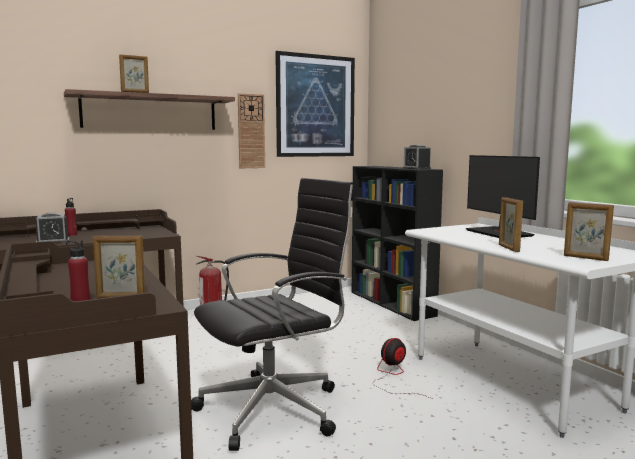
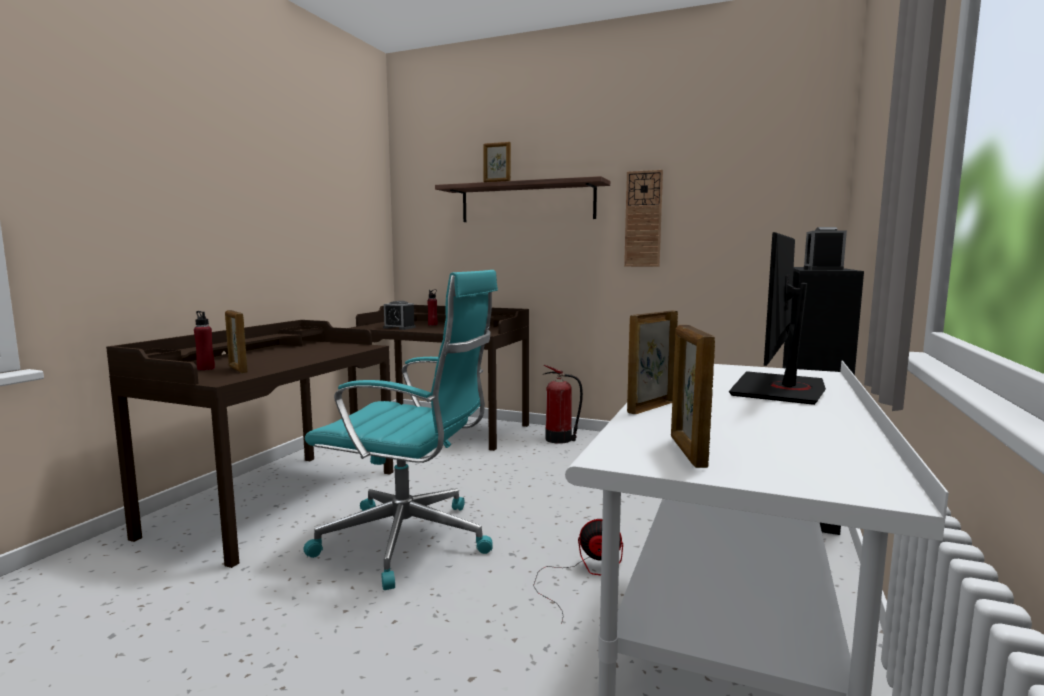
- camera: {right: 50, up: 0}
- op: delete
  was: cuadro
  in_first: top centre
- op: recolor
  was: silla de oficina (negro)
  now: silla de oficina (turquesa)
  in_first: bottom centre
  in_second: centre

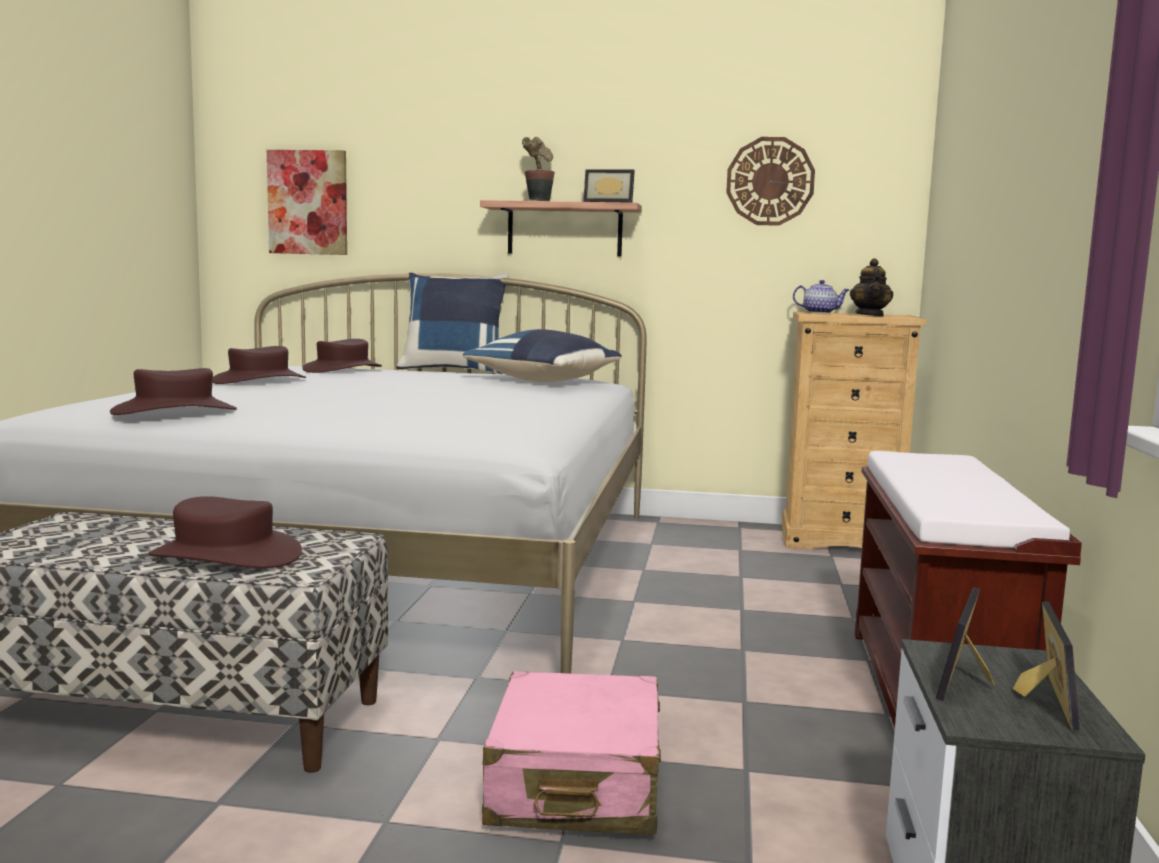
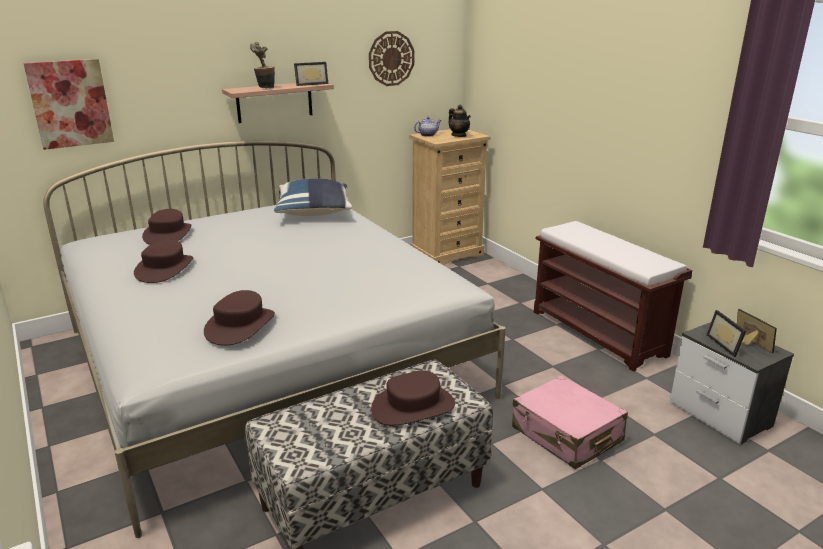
- camera: {right: -40, up: 15}
- op: delete
  was: cojín (azul) (1st from left)
  in_first: centre

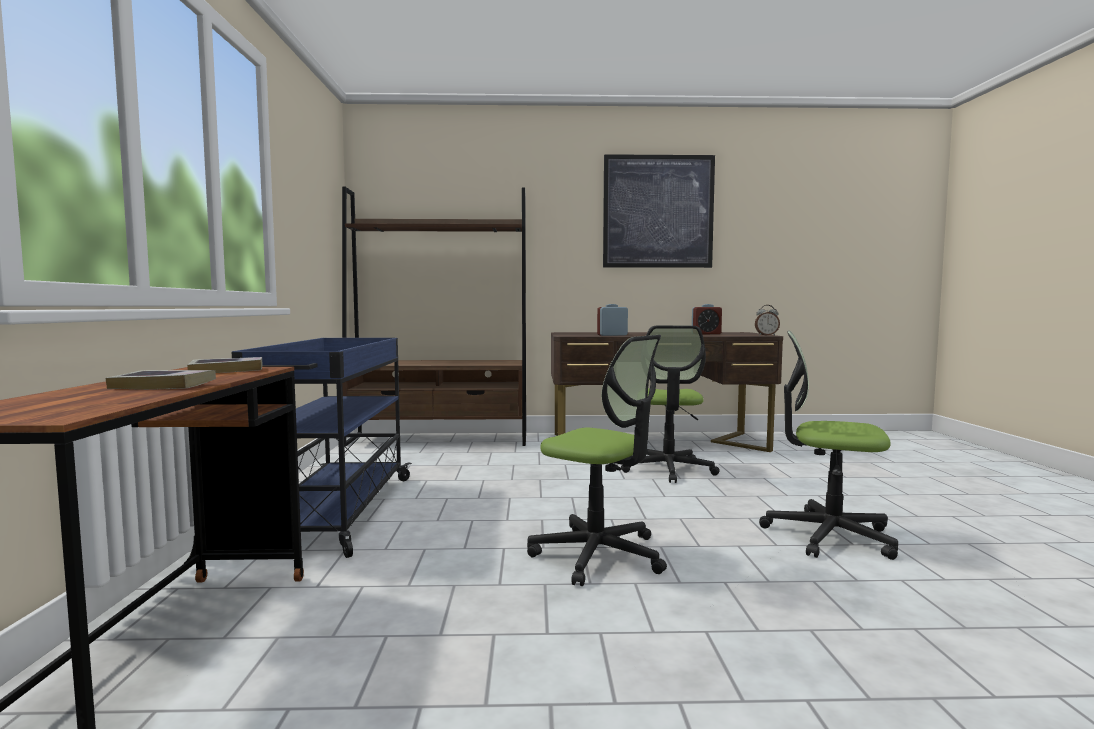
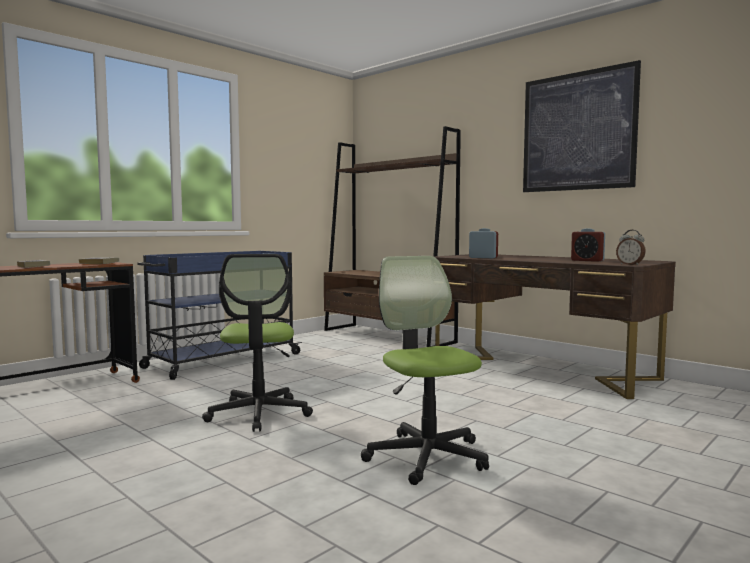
- camera: {right: 45, up: 0}
- op: delete
  was: silla de oficina (2nd from left)
  in_first: centre

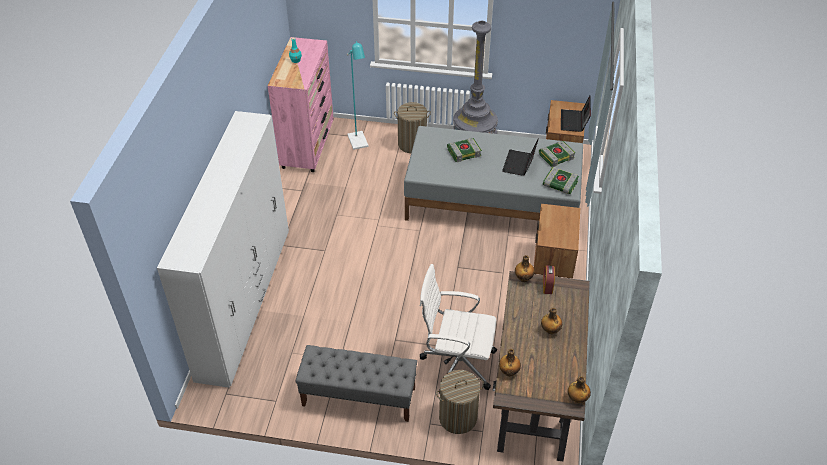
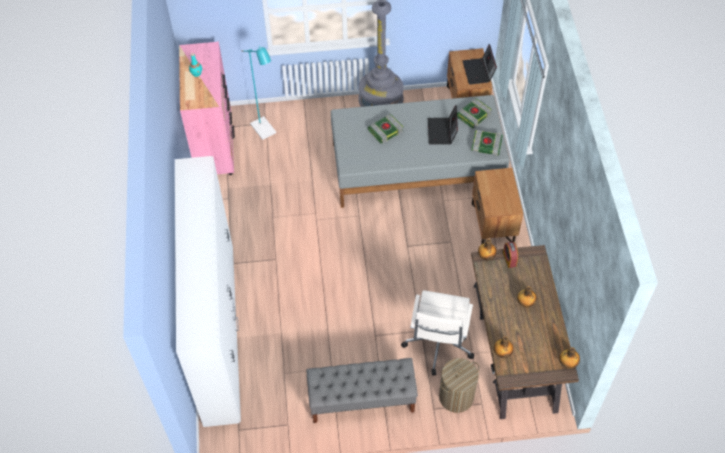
- camera: {right: -15, up: 10}
- op: delete
  was: cesto de la ropa (1st from left)
  in_first: top centre
- op: rotate
  was: silla de oficina (blanco)
  in_first: bottom centre
  in_second: bottom centre
  clockwise: -75

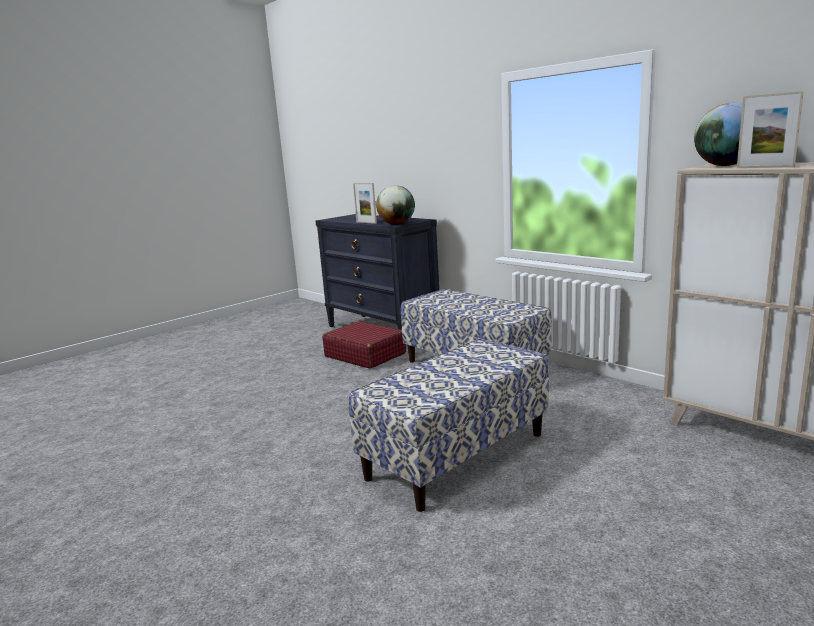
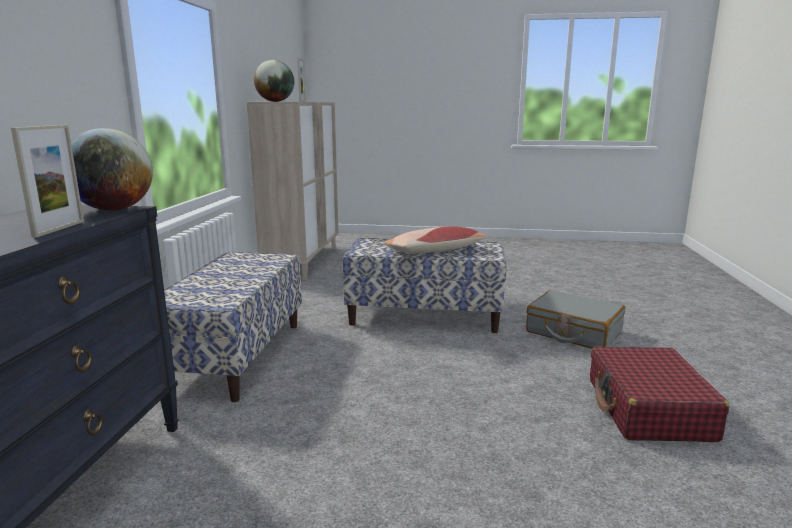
- camera: {right: -130, up: 0}
- op: move
  was: maleta (rojo)
  in_first: centre
  in_second: bottom right
- op: insert
  now: cojín
  in_second: centre
- op: insert
  now: maleta (gris)
  in_second: middle right

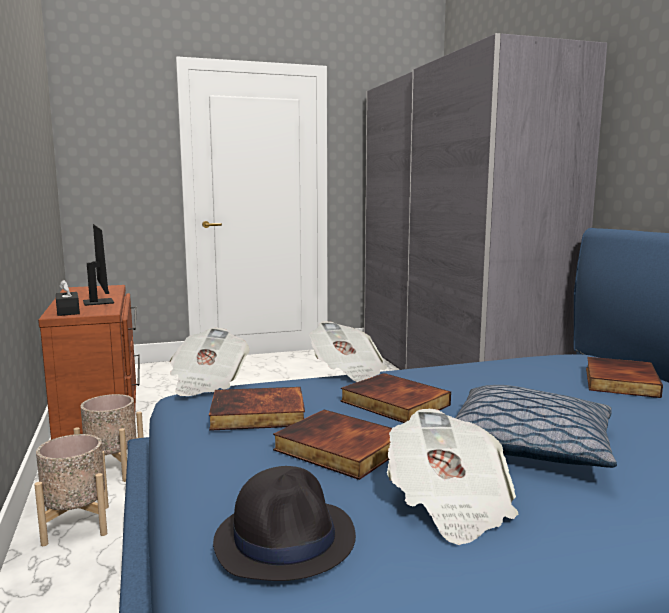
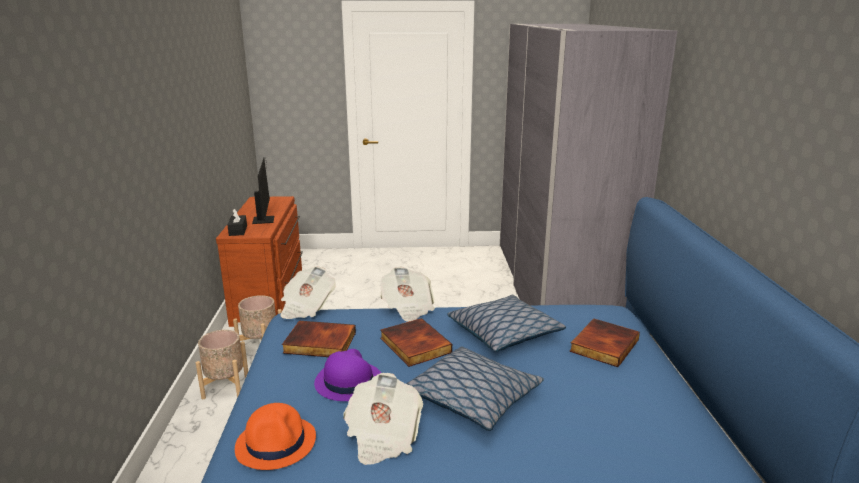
- camera: {right: 15, up: 10}
- op: replace
  was: libro (2nd from left)
  now: sombrero (morado)
  in_first: bottom centre
  in_second: bottom centre
- op: recolor
  was: sombrero (negro)
  now: sombrero (naranja)
  in_first: bottom centre
  in_second: bottom left
- op: insert
  now: cojín (2nd from left)
  in_second: bottom centre

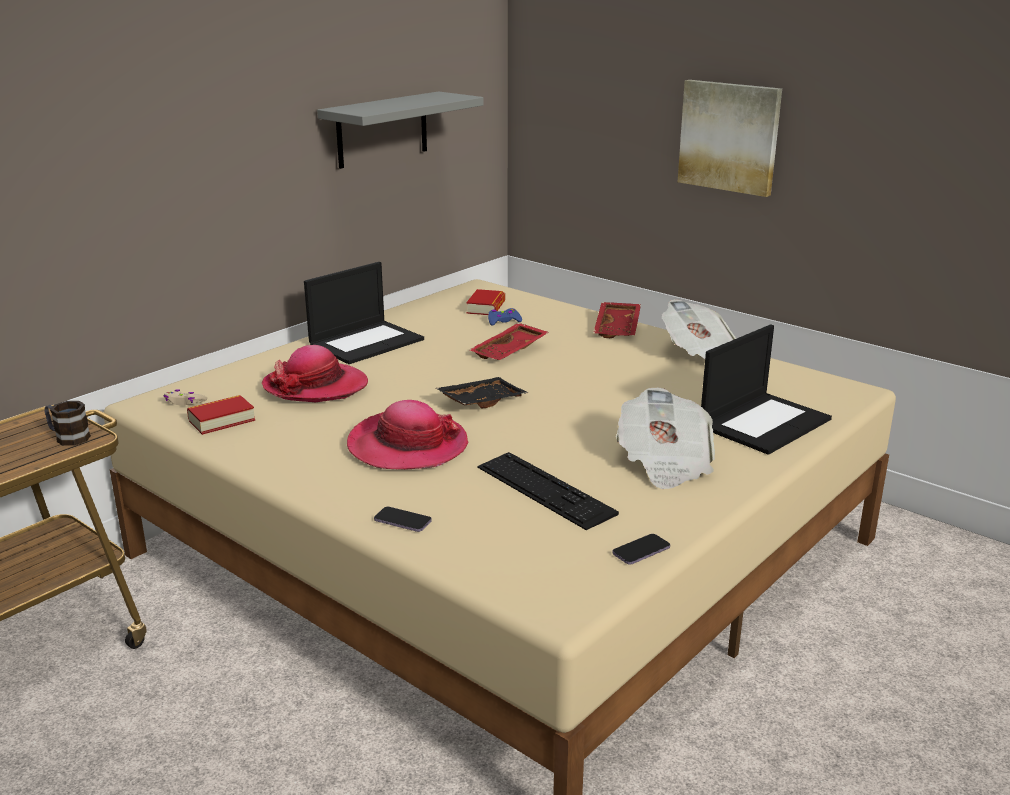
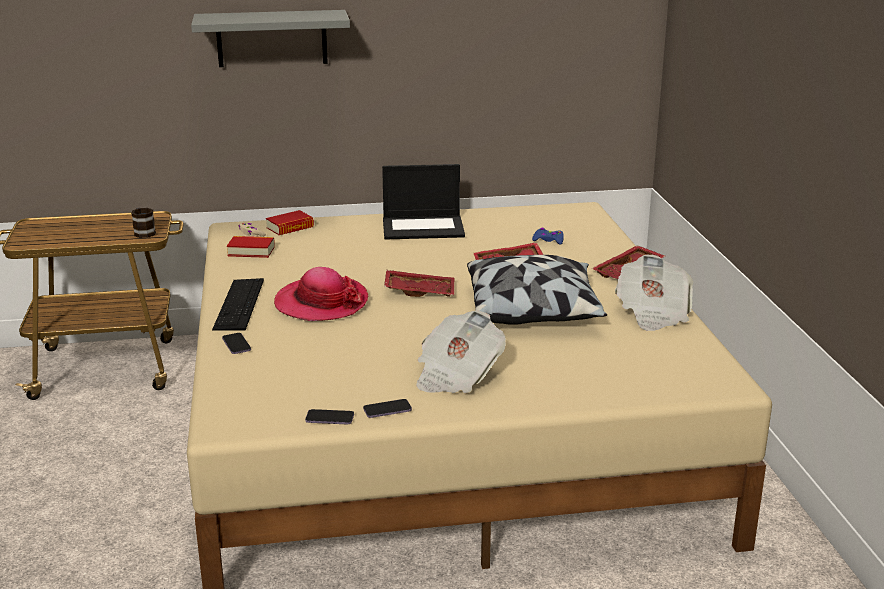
- camera: {right: 40, up: 0}
- op: delete
  was: cuadro
  in_first: top right
- op: move
  was: estante (gris)
  in_first: top centre
  in_second: top left
- op: move
  was: libro (2nd from left)
  in_first: centre
  in_second: middle left
- op: delete
  was: portátil (2nd from left)
  in_first: middle right
- op: delete
  was: sombrero (1st from left)
  in_first: middle left
- op: recolor
  was: bandeja (negro)
  now: bandeja (rojo) (1st from left)
  in_first: centre
  in_second: centre
- op: move
  was: teclado
  in_first: centre
  in_second: middle left
- op: insert
  now: cojín
  in_second: centre
- op: insert
  now: móvil (3rd from left)
  in_second: bottom centre

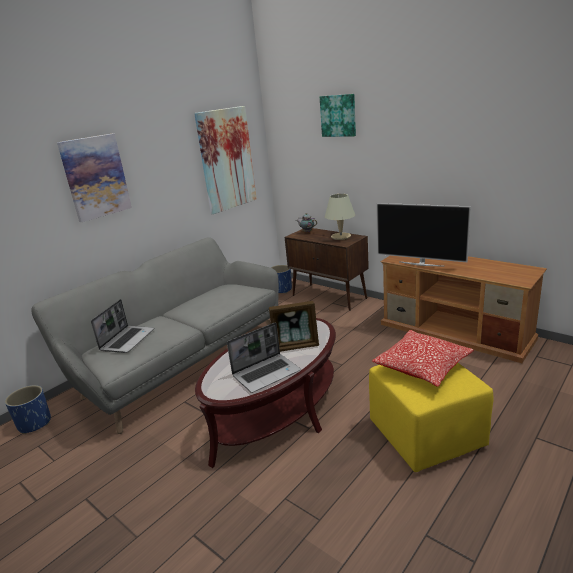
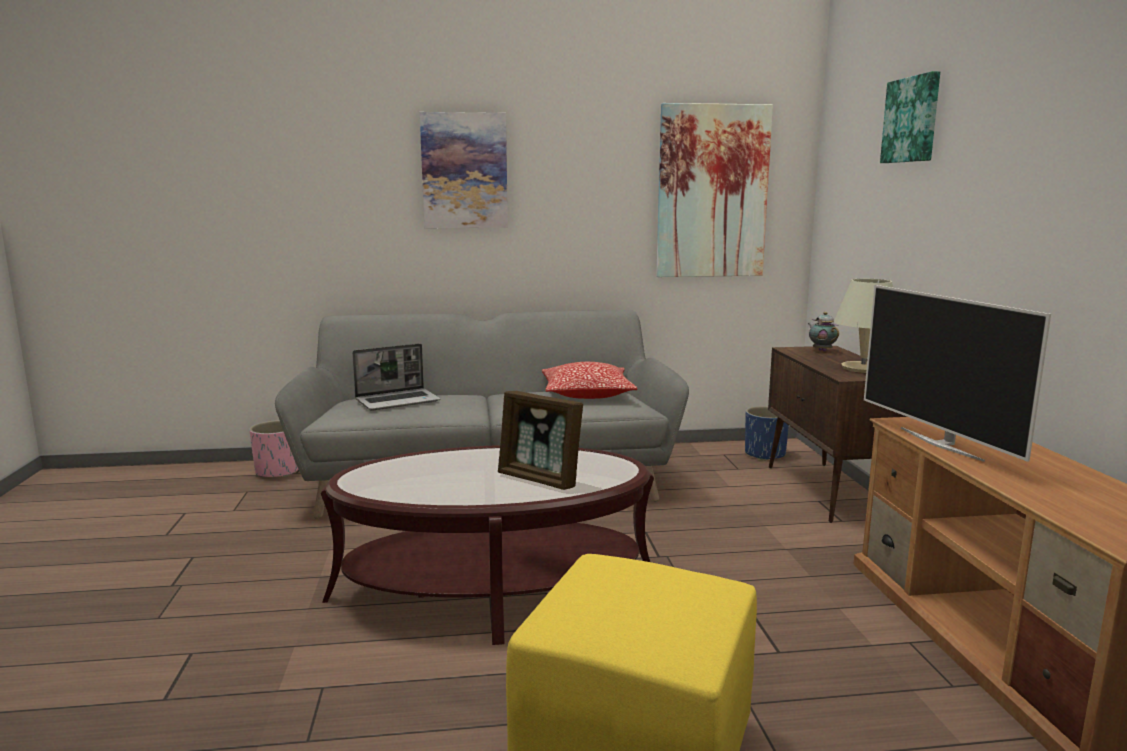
- camera: {right: 40, up: -10}
- op: delete
  was: portátil (2nd from left)
  in_first: centre
- op: move
  was: cojín
  in_first: middle right
  in_second: centre
- op: recolor
  was: maceta (azul) (1st from left)
  now: maceta (rosa)
  in_first: bottom left
  in_second: middle left

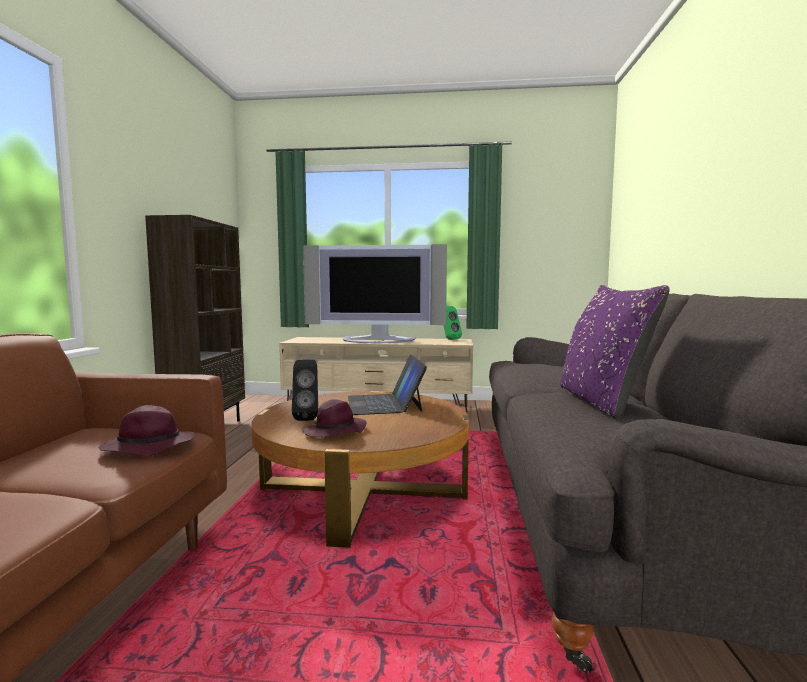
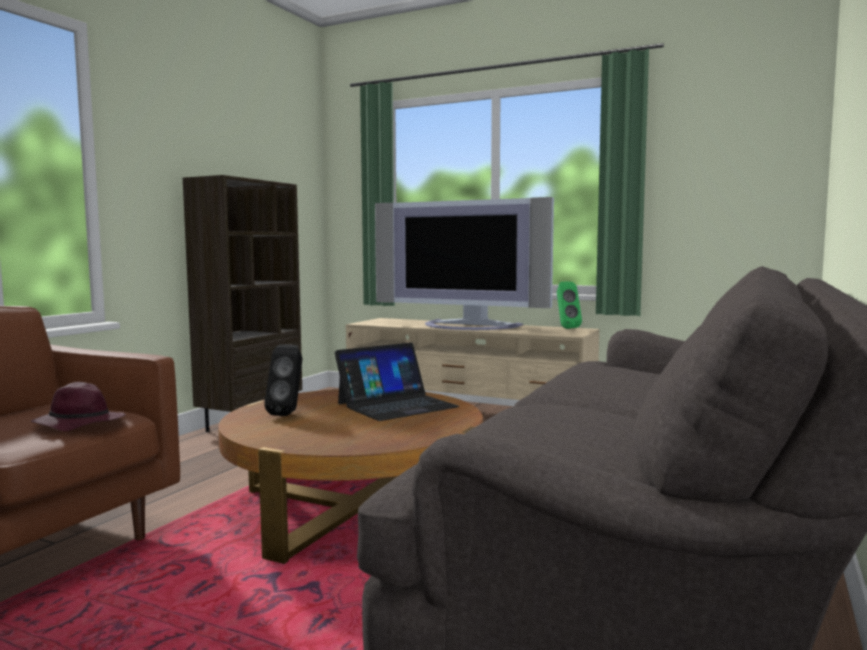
- camera: {right: 20, up: 0}
- op: delete
  was: cojín (morado)
  in_first: middle right
- op: rotate
  was: portátil
  in_first: centre
  in_second: centre
  clockwise: -135
- op: delete
  was: sombrero (morado) (2nd from left)
  in_first: centre

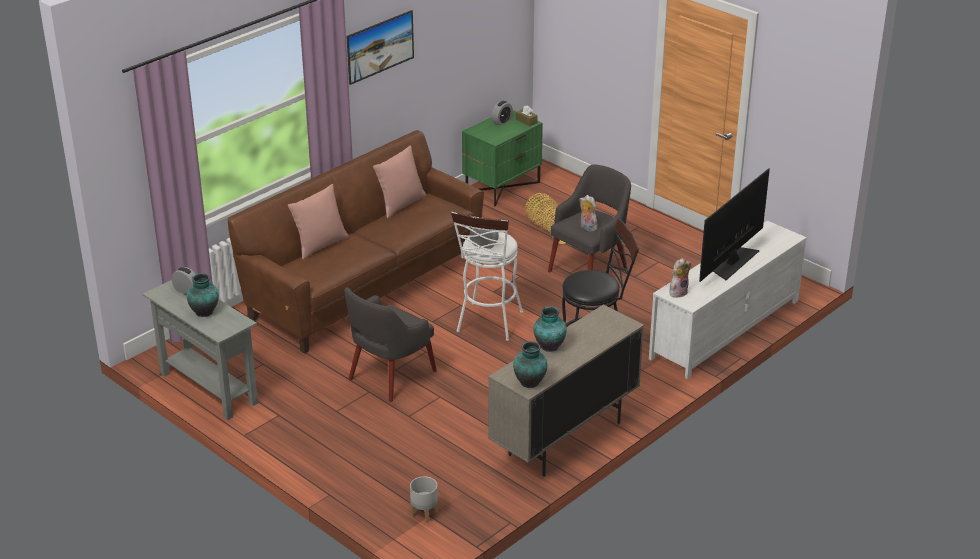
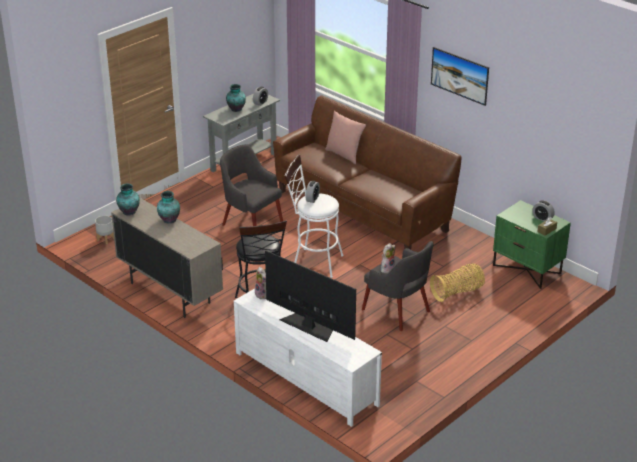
- camera: {right: 90, up: 0}
- op: delete
  was: cojín (rosa) (2nd from left)
  in_first: top centre

